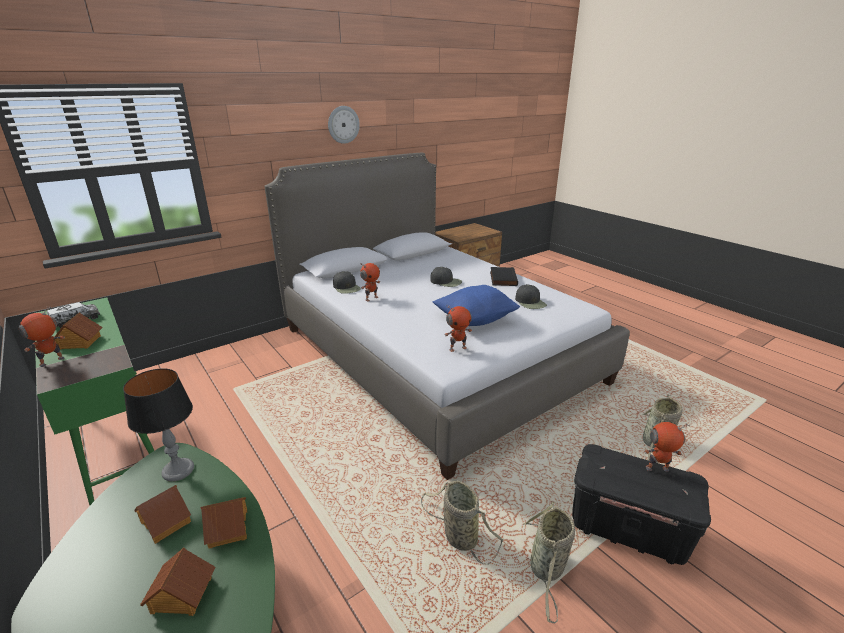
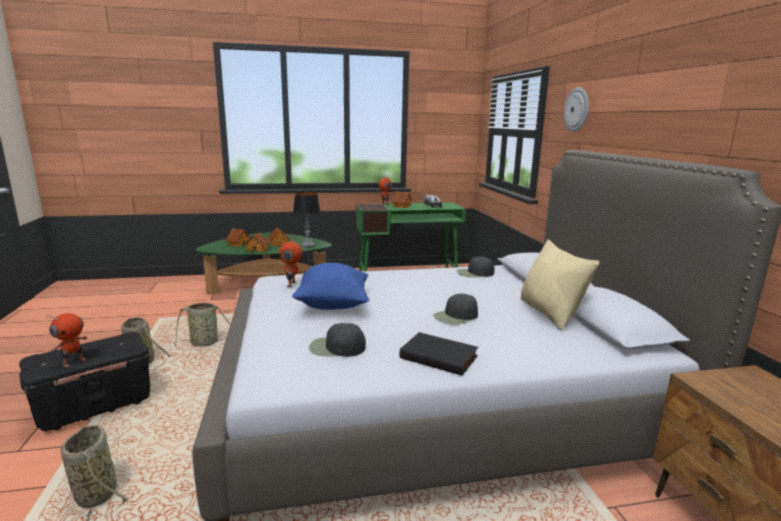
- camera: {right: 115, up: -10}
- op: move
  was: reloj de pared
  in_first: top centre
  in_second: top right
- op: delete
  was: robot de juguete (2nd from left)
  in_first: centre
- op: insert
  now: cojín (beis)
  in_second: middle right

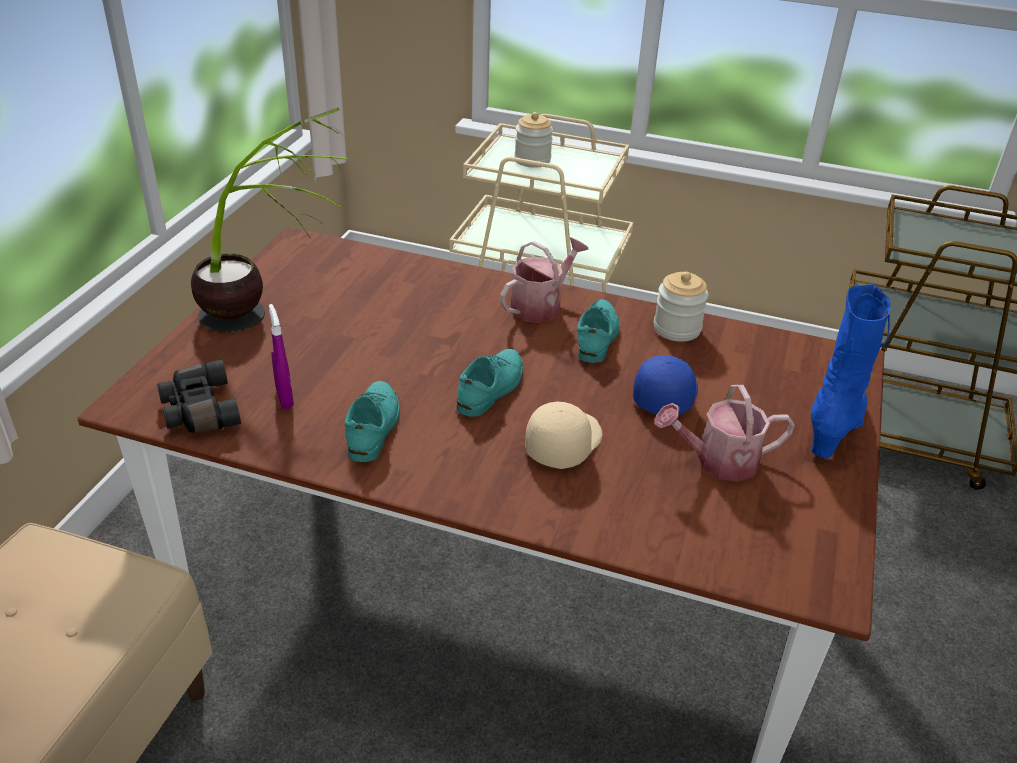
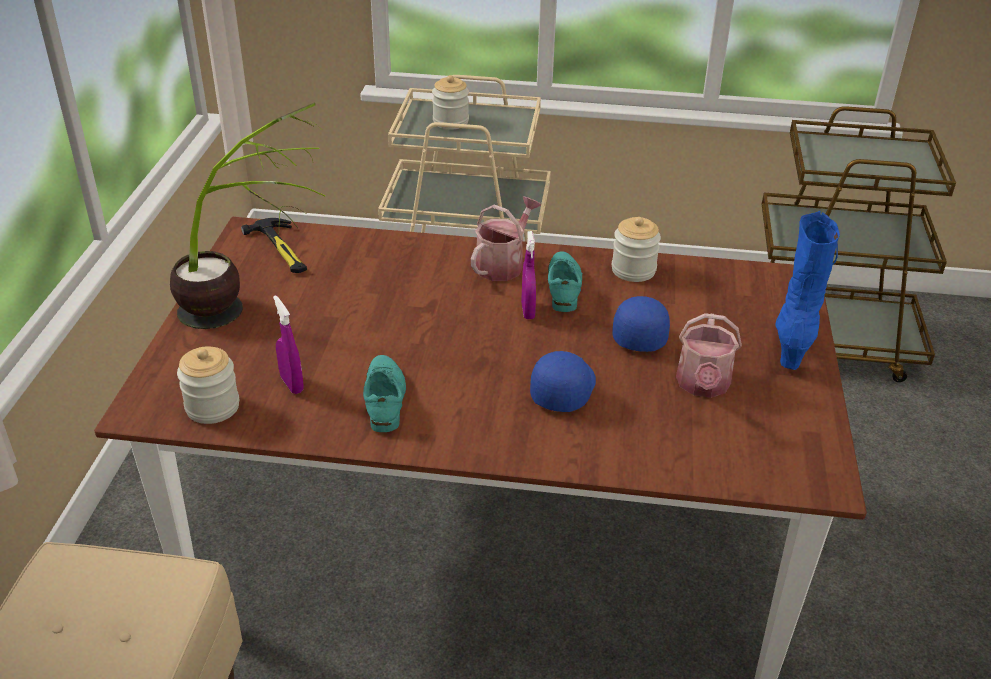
- camera: {right: -10, up: 0}
- op: delete
  was: zapato (turquesa) (2nd from left)
  in_first: centre
- op: replace
  was: prismáticos (negro)
  now: tarro (1st from left)
  in_first: middle left
  in_second: middle left
- op: rotate
  was: regadera (2nd from left)
  in_first: middle right
  in_second: middle right
  clockwise: -60
- op: recolor
  was: gorra (beis)
  now: gorra (azul) (1st from left)
  in_first: centre
  in_second: centre
- op: insert
  now: martillo
  in_second: middle left
- op: insert
  now: pulverizador (morado) (2nd from left)
  in_second: centre

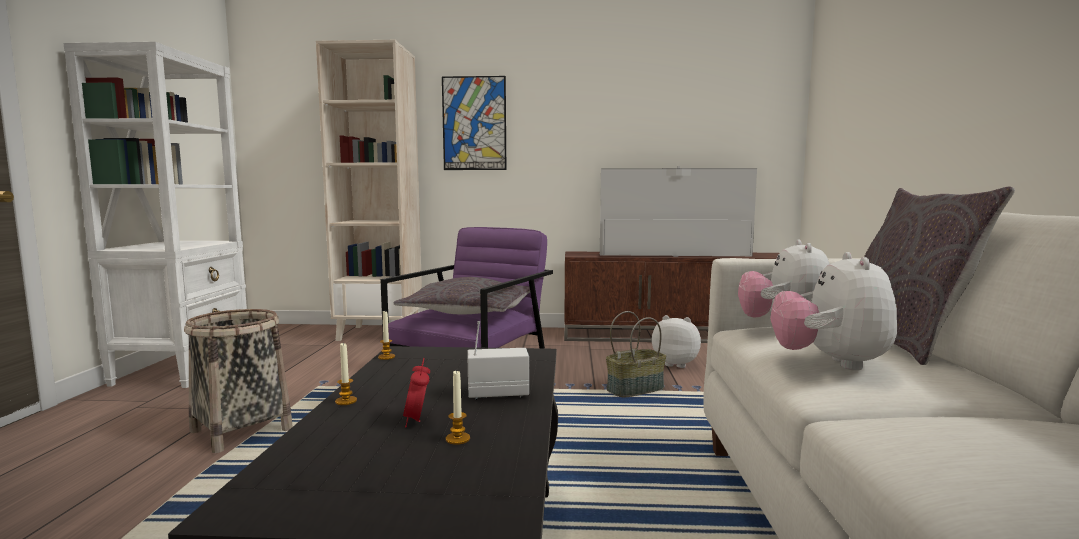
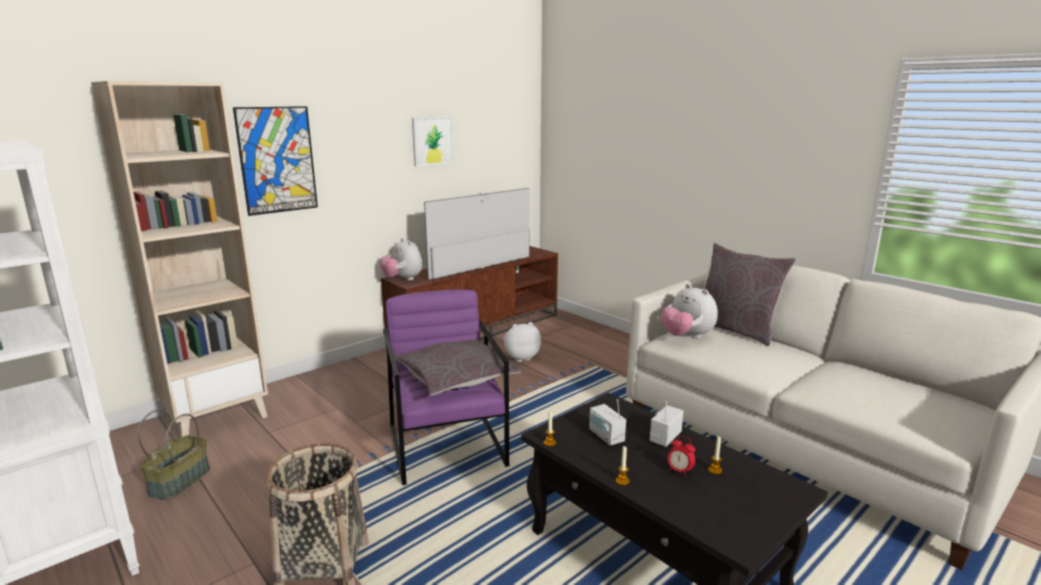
- camera: {right: -45, up: 10}
- op: move
  was: peluche (3rd from left in the first image)
  now: peluche (1st from left)
  in_first: middle right
  in_second: centre
- op: move
  was: cesta (2nd from left in the first image)
  now: cesta (1st from left)
  in_first: centre
  in_second: bottom left
- op: insert
  now: cuadro (2nd from left)
  in_second: top centre
- op: insert
  now: radio (1st from left)
  in_second: bottom centre

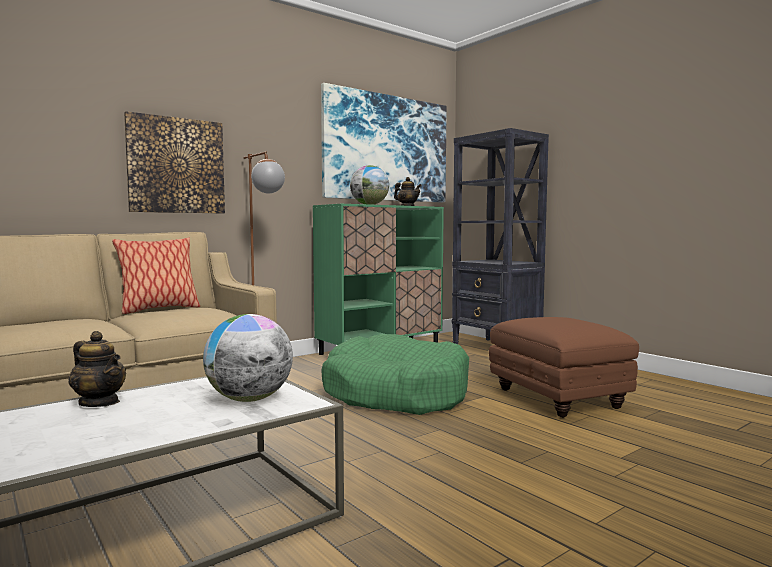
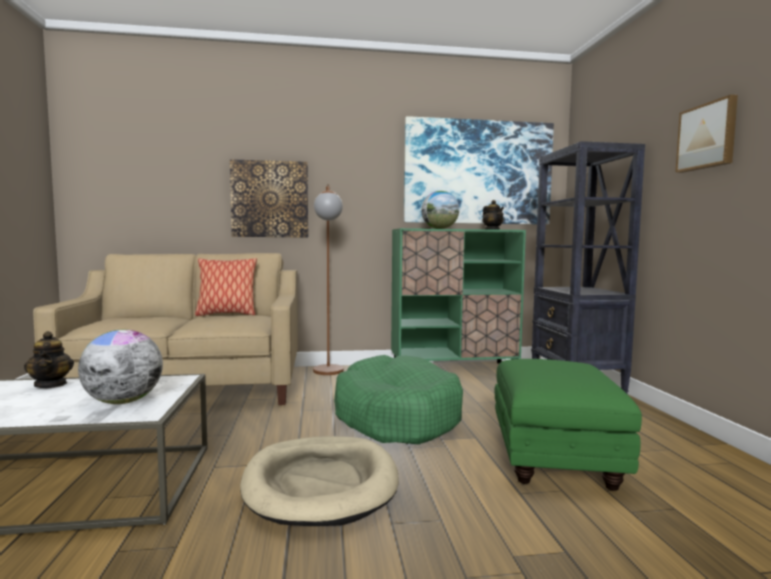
- camera: {right: 30, up: 0}
- op: recolor
  was: puf (marrón)
  now: puf (verde)
  in_first: middle right
  in_second: bottom right
- op: insert
  now: cuadro (3rd from left)
  in_second: top right
- op: insert
  now: cama para perro (beis)
  in_second: bottom centre

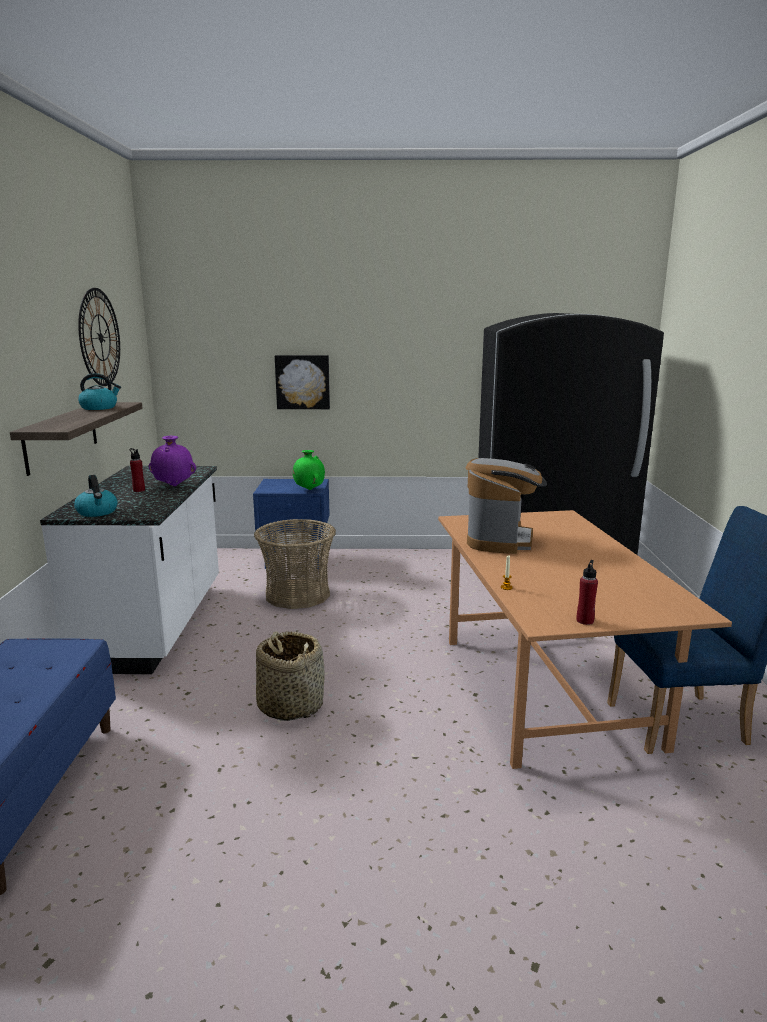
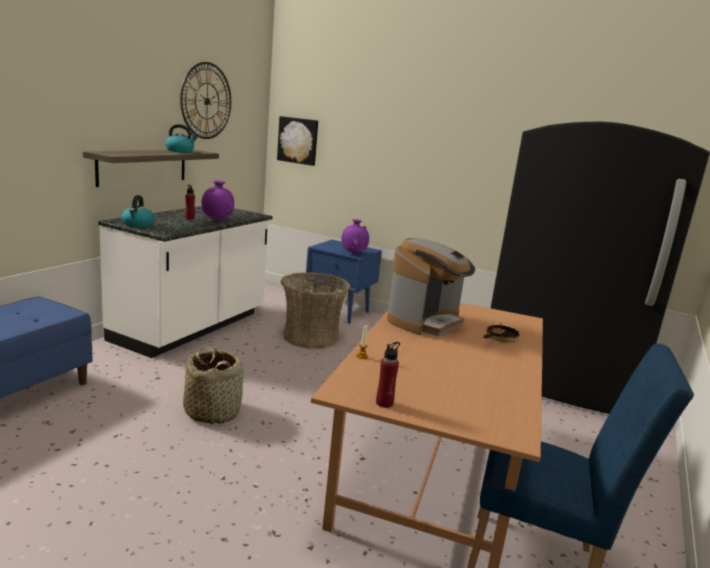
- camera: {right: 25, up: 0}
- op: move
  was: cuadro
  in_first: centre
  in_second: top centre
- op: recolor
  was: florero (verde)
  now: florero (morado) (2nd from left)
  in_first: centre
  in_second: centre
- op: insert
  now: sartén
  in_second: middle right

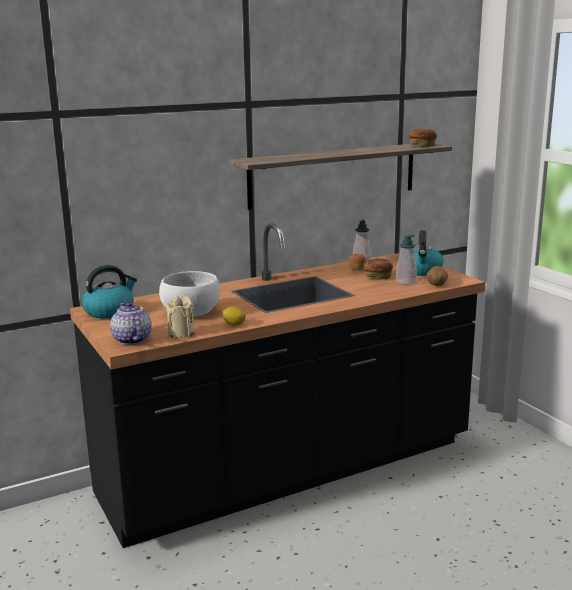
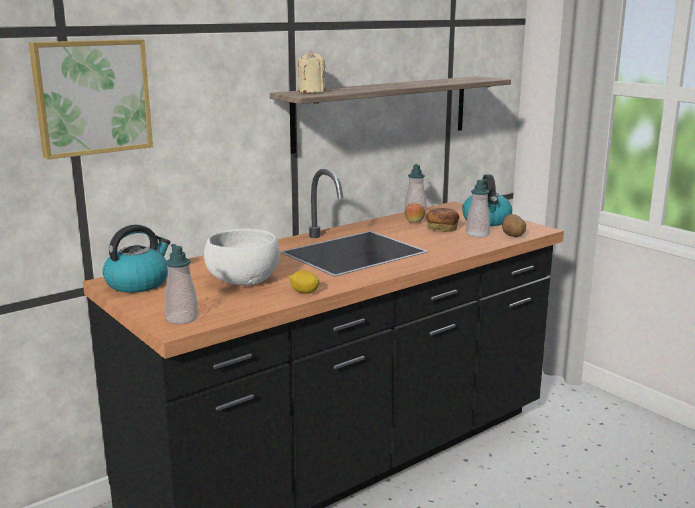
- camera: {right: -10, up: 0}
- op: delete
  was: pan (2nd from left)
  in_first: top right
- op: move
  was: vela (beis)
  in_first: middle left
  in_second: top centre
- op: replace
  was: tetera
  now: dispensador de jabón (1st from left)
  in_first: middle left
  in_second: middle left
- op: insert
  now: cuadro
  in_second: top left

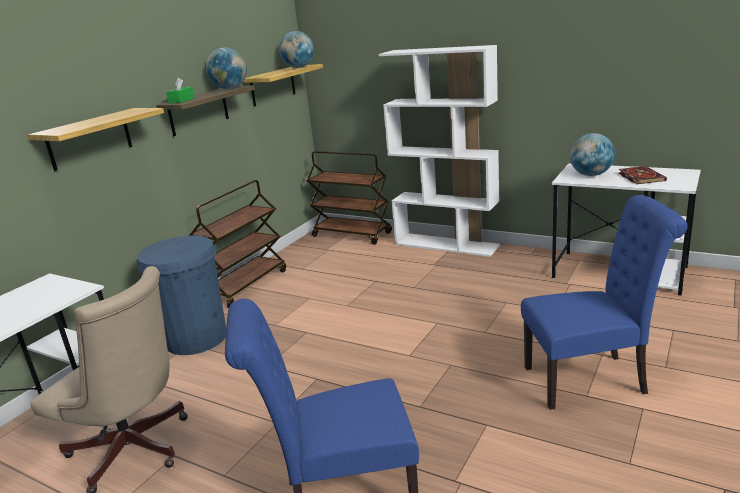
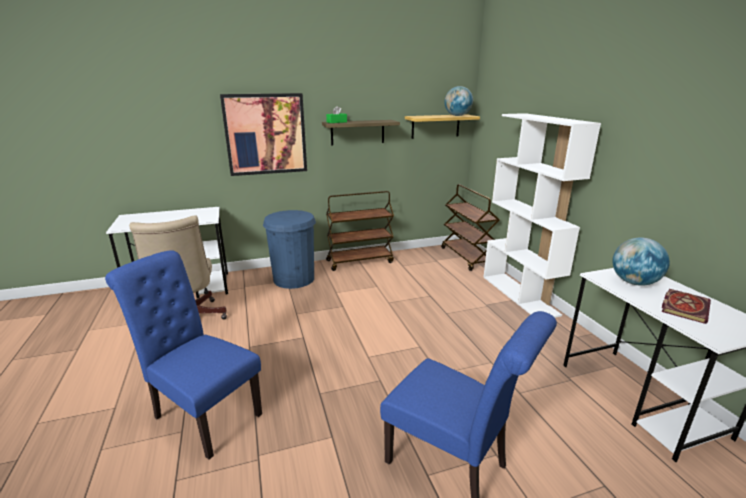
- camera: {right: 40, up: 0}
- op: delete
  was: globo terráqueo (1st from left)
  in_first: top left
- op: replace
  was: estante (1st from left)
  now: cuadro
  in_first: top left
  in_second: top centre

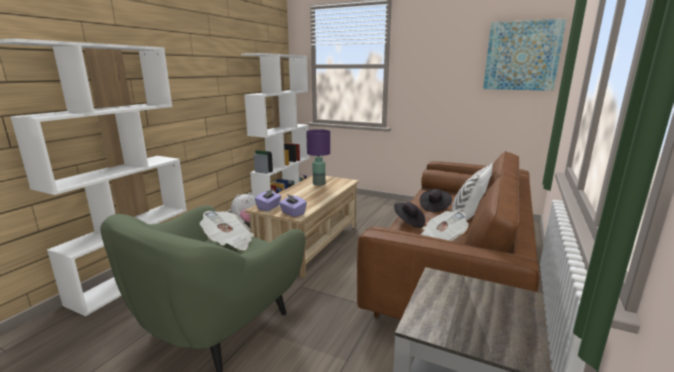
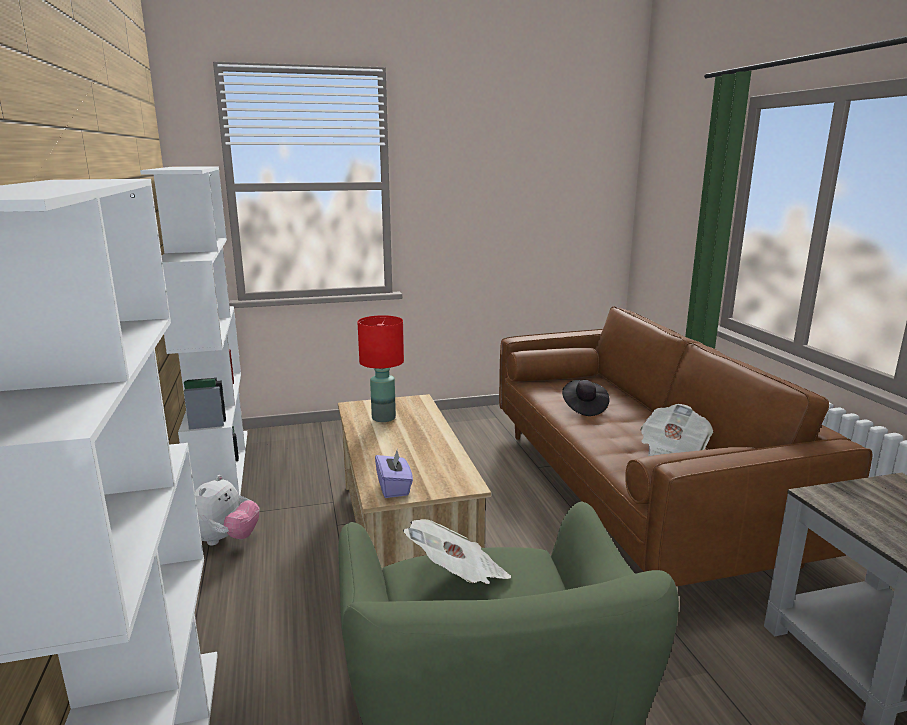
- camera: {right: -40, up: 0}
- op: delete
  was: cuadro
  in_first: top right
- op: recolor
  was: lámpara de mesa (morado)
  now: lámpara de mesa (rojo)
  in_first: centre
  in_second: centre
- op: delete
  was: cojín (blanco)
  in_first: middle right
- op: delete
  was: caja de pañuelos (morado) (2nd from left)
  in_first: centre
- op: delete
  was: sombrero (negro) (1st from left)
  in_first: centre

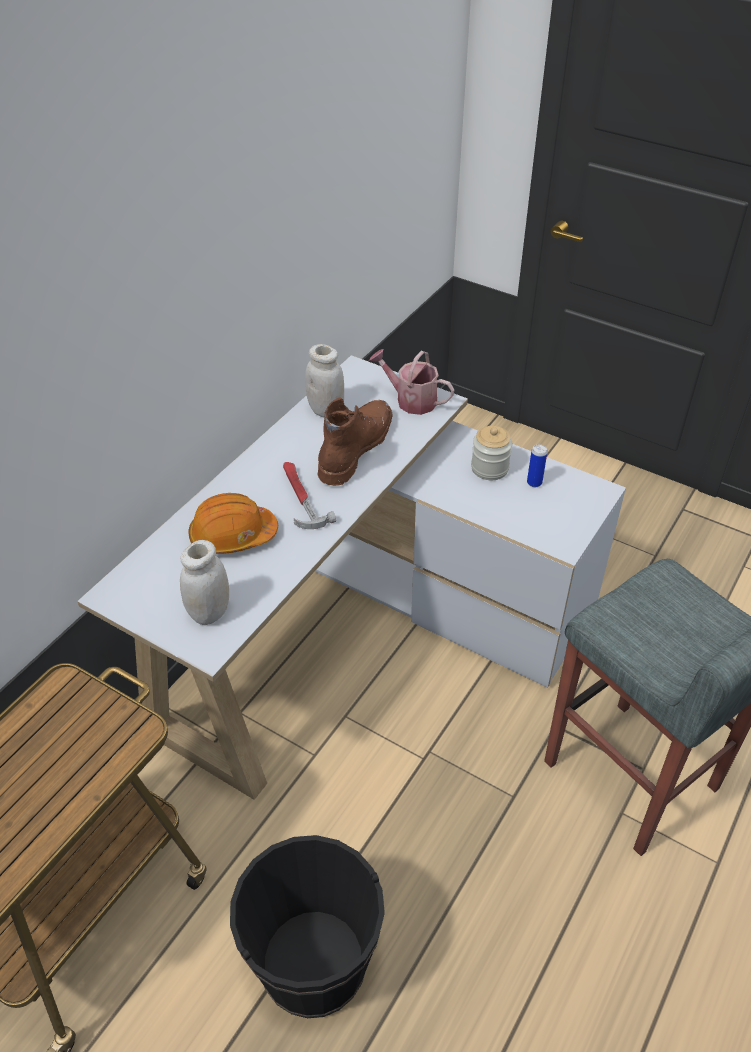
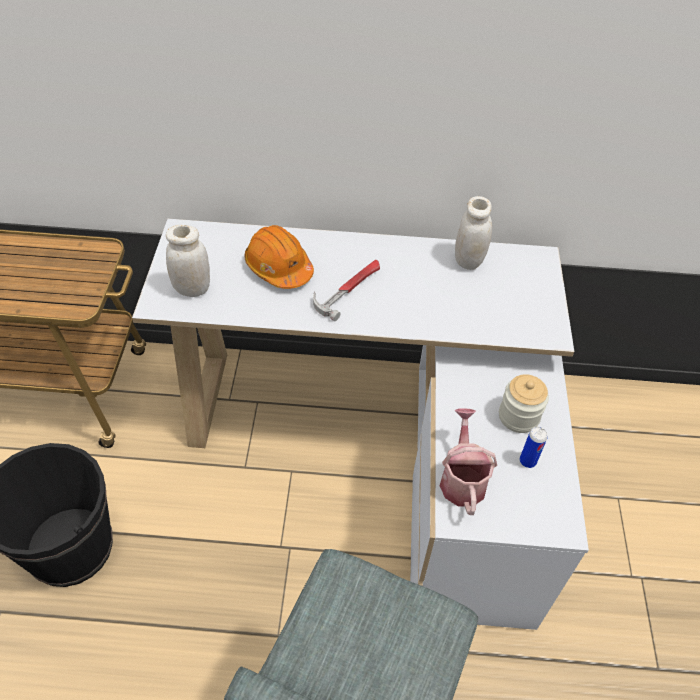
- camera: {right: 60, up: 5}
- op: move
  was: regadera
  in_first: centre
  in_second: middle right
- op: delete
  was: bota (marrón)
  in_first: centre

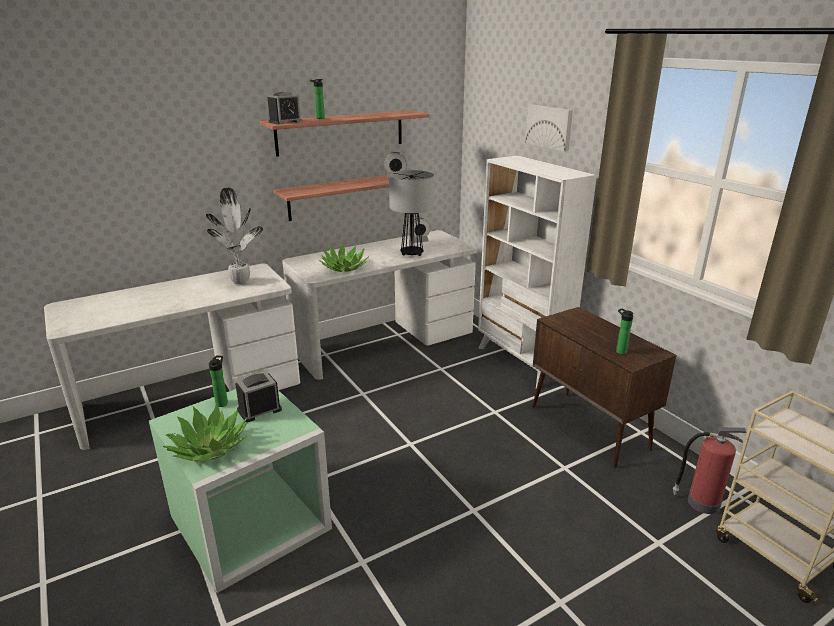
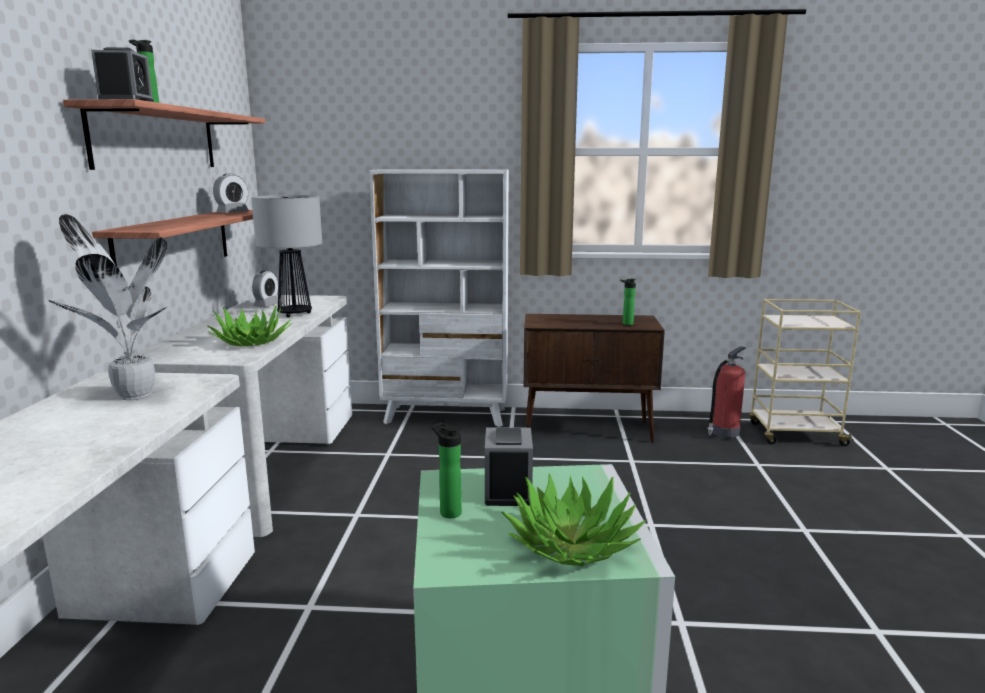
- camera: {right: -55, up: -10}
- op: delete
  was: cuadro
  in_first: top centre

